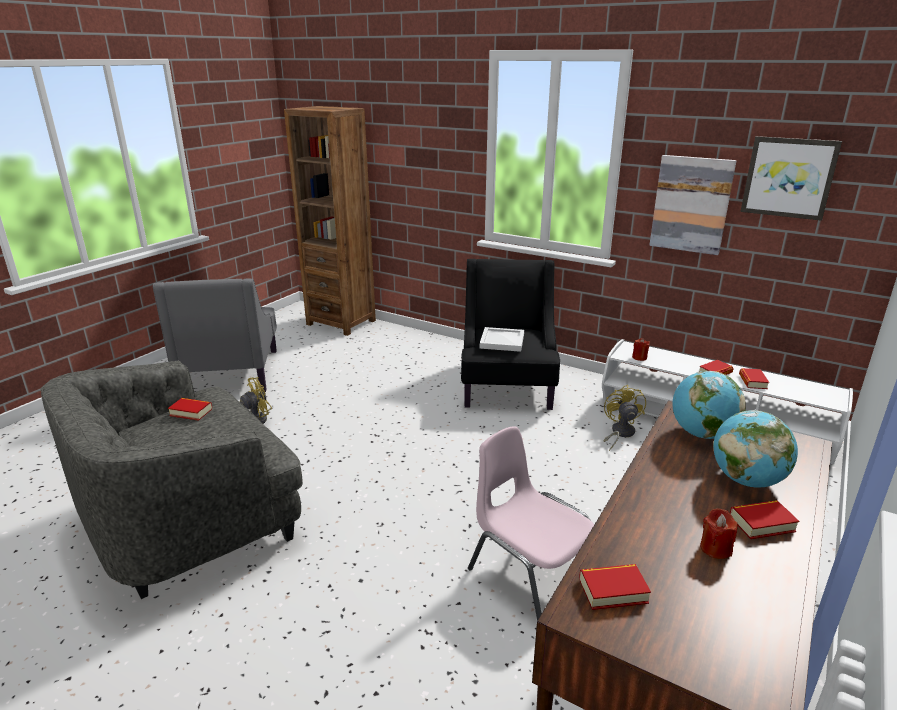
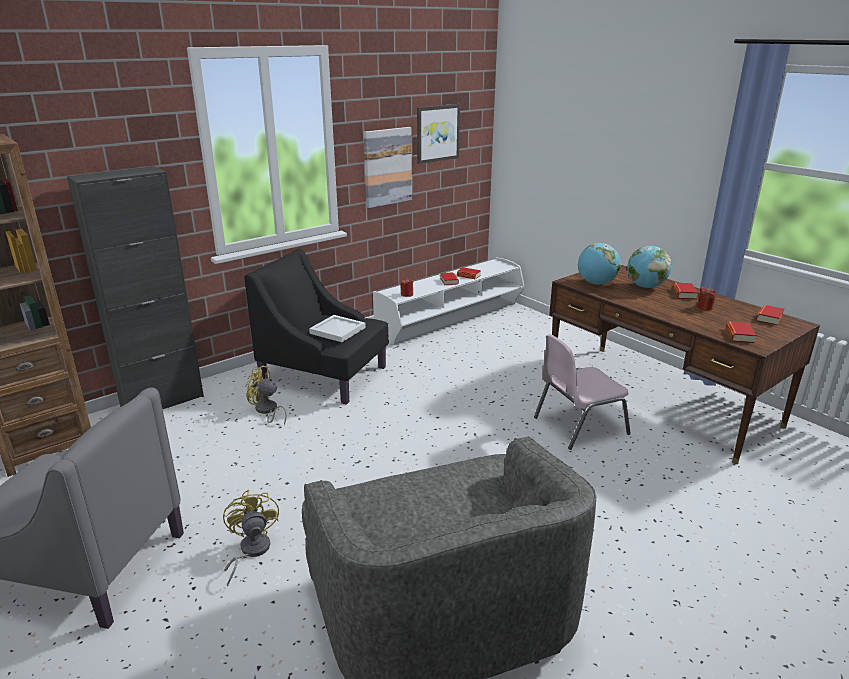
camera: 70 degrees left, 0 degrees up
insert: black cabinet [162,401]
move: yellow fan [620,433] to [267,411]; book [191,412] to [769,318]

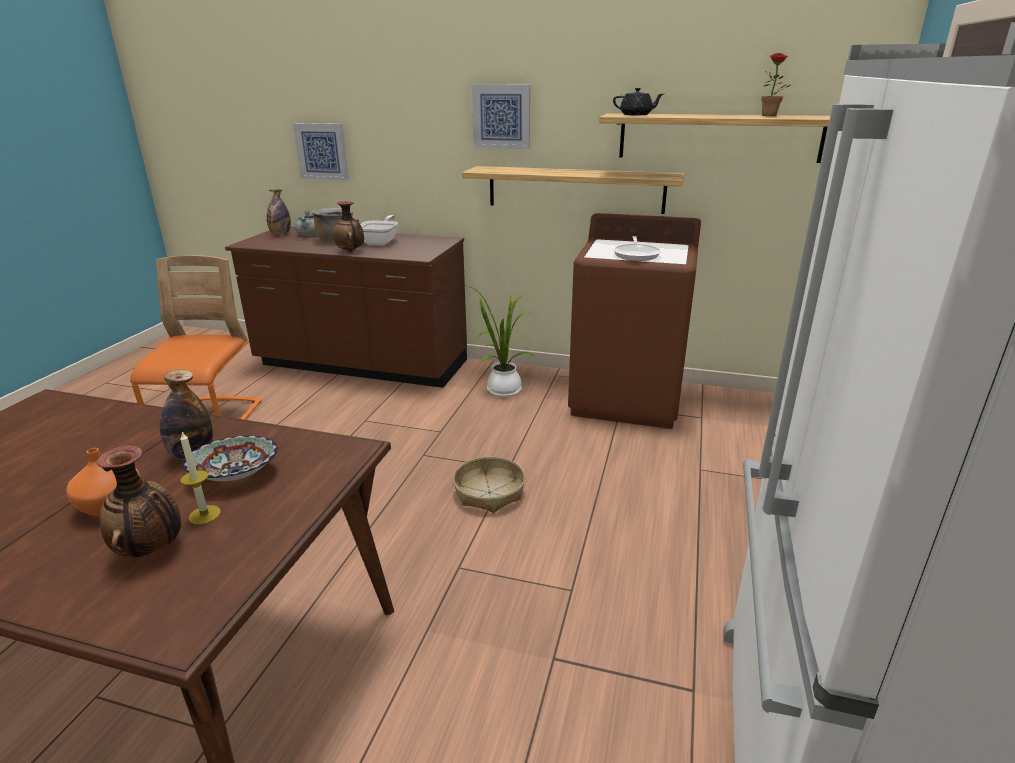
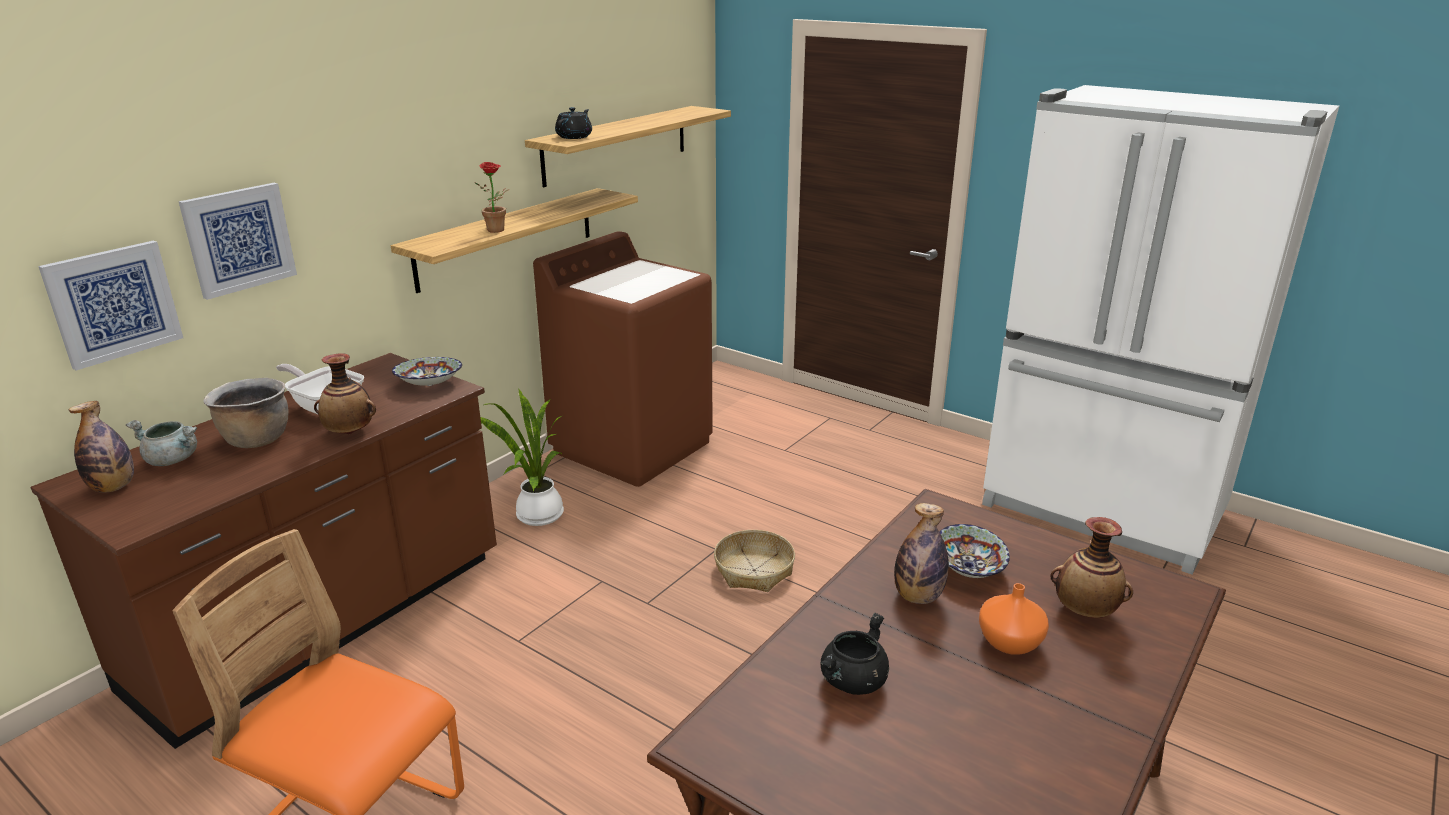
camera: 70 degrees left, 0 degrees up
delete: frying pan [636,254]; candle [204,515]
insert: bowl [429,385]; black cooking pot [853,682]
move: potted plant [770,116] to [499,230]; picture [501,116] to [239,239]

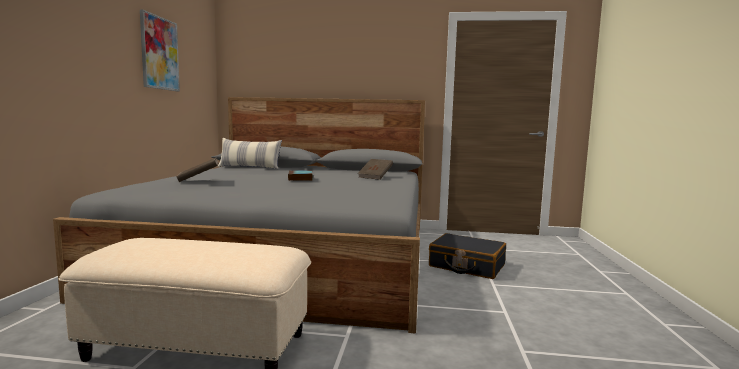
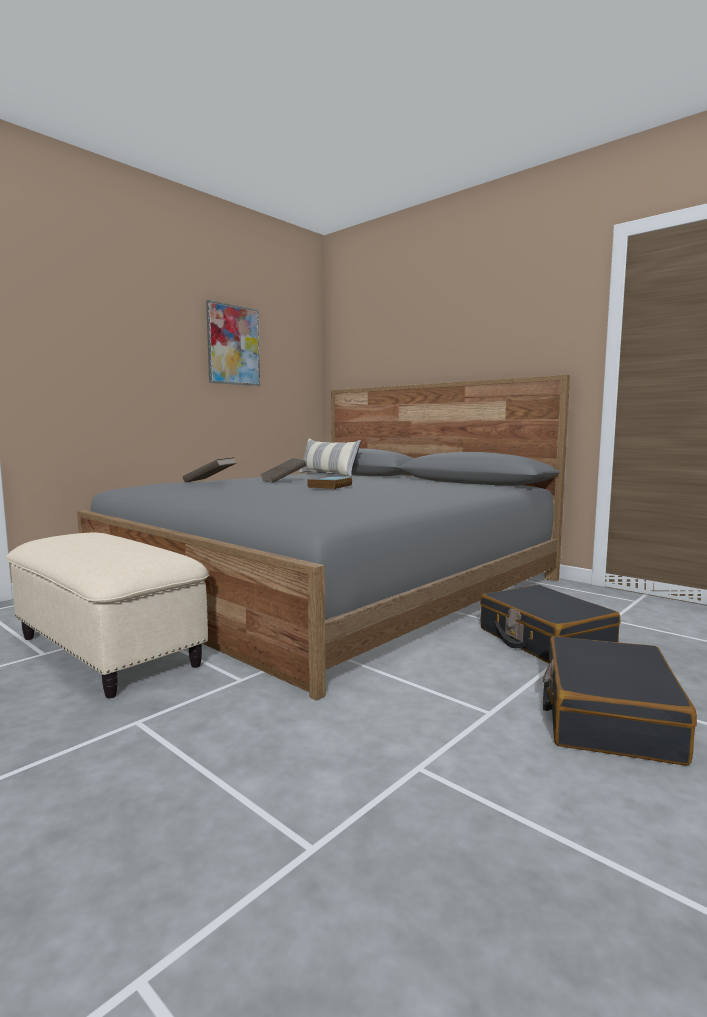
camera: 35 degrees right, 0 degrees up
insert: black suitcase [608,717]
move: brown book [375,177] to [283,481]

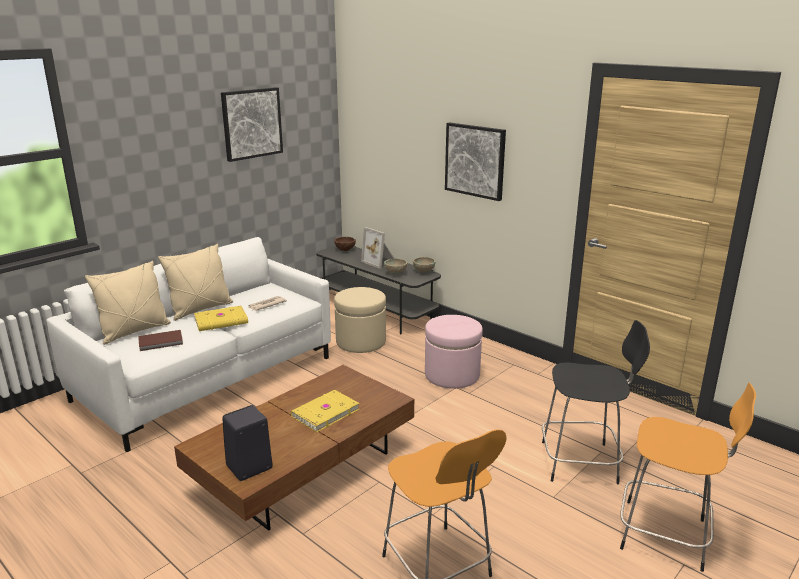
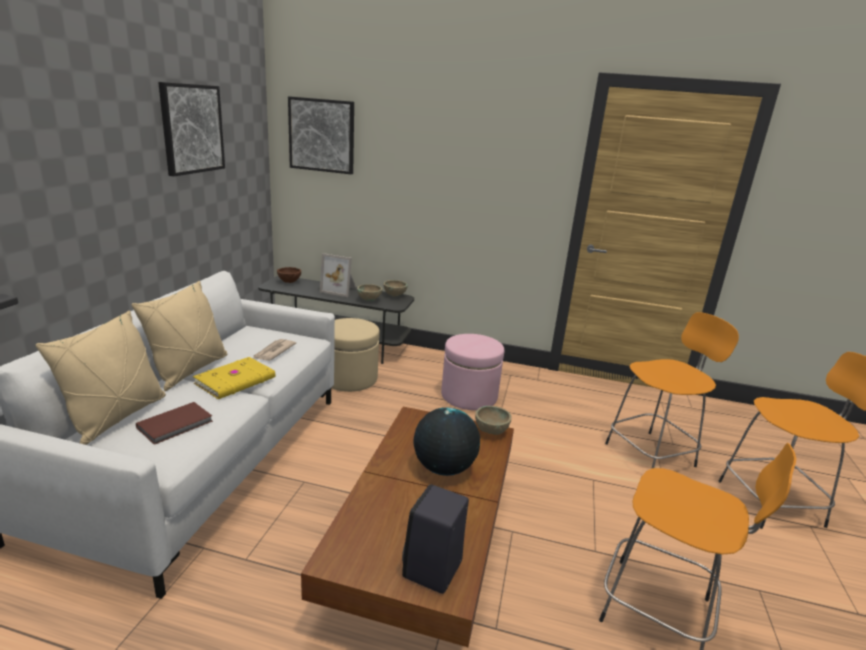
camera: 30 degrees left, 0 degrees up
insert: beige bowl [491,431]
move: picture [475,160] to [322,135]
replace: yellow book [324,412] to globe [443,468]
recolor: black stool [582,462] to orange stool [652,454]

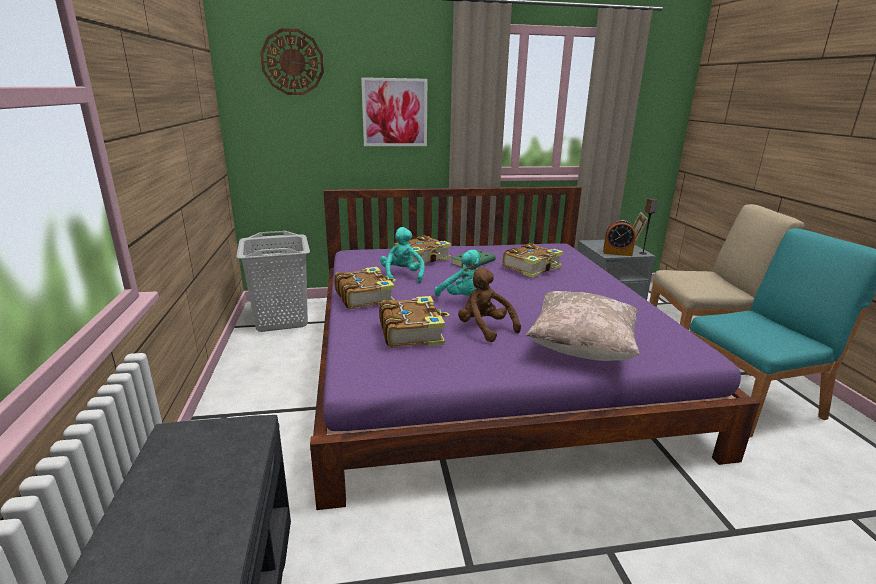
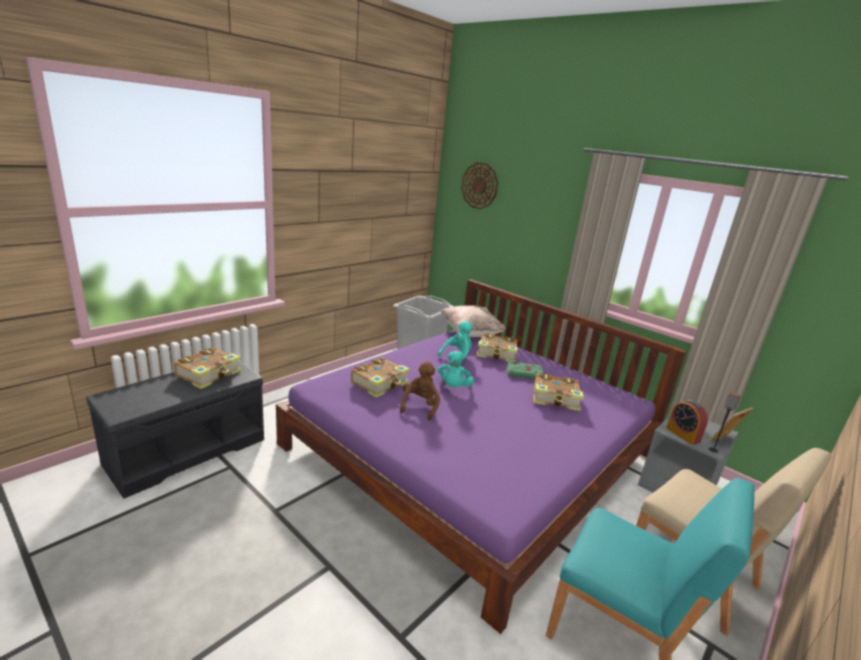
camera: 50 degrees right, 0 degrees up
delete: picture [394,112]
move: book [365,297] to [209,374]; beige pillow [581,348] to [470,333]

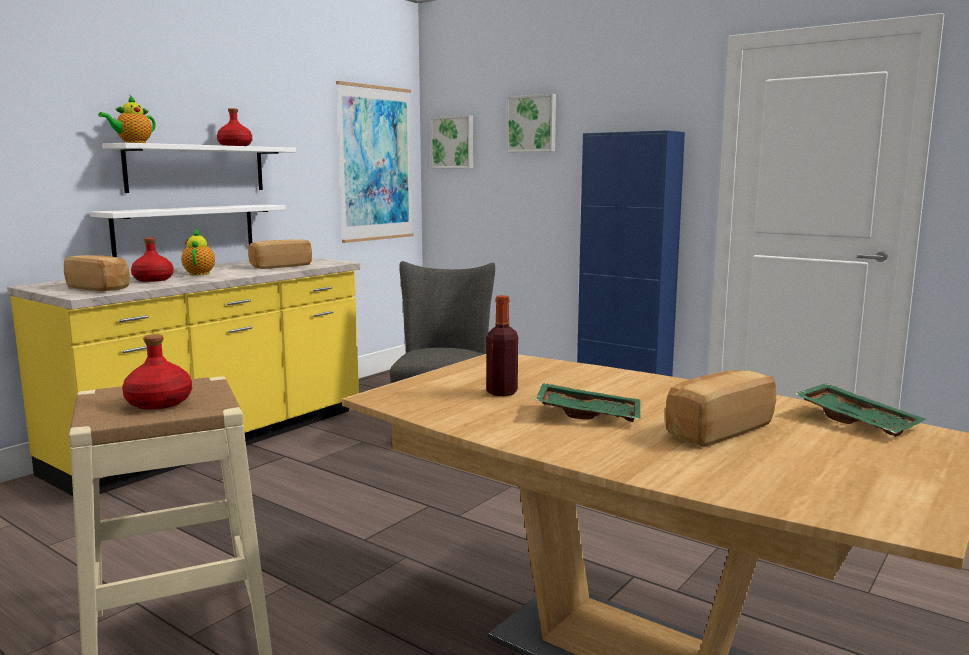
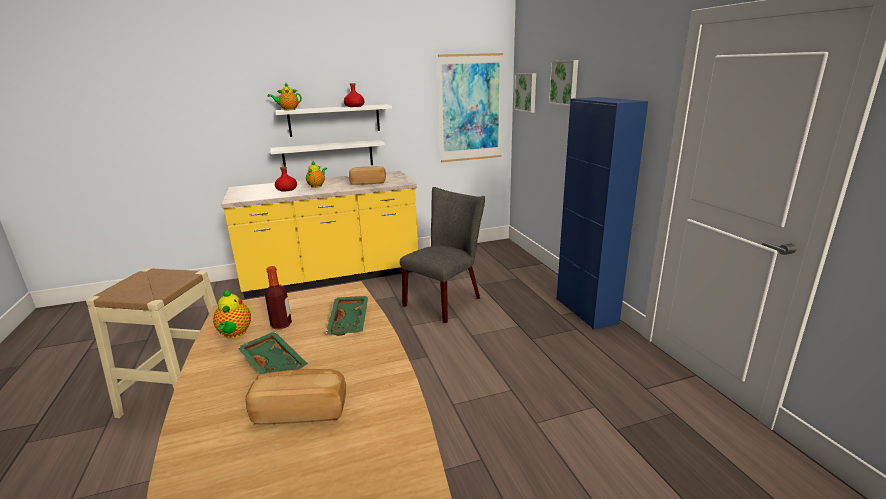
camera: 35 degrees right, 10 degrees up
delete: bread [99,288]; red bottle [158,403]
insert: teapot [234,334]
move: green tray [857,421] to [350,321]

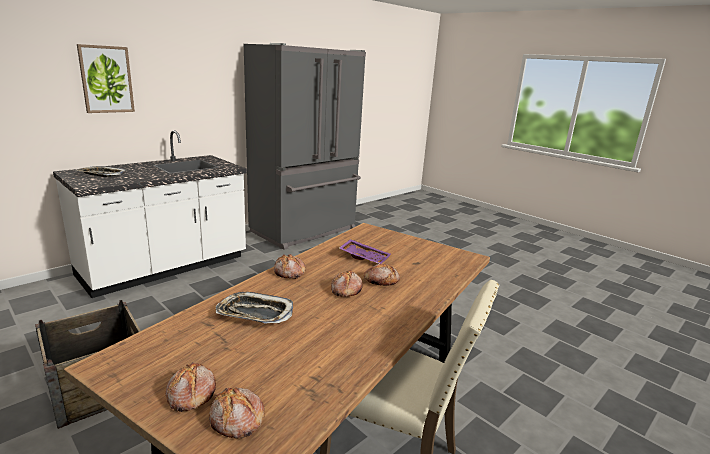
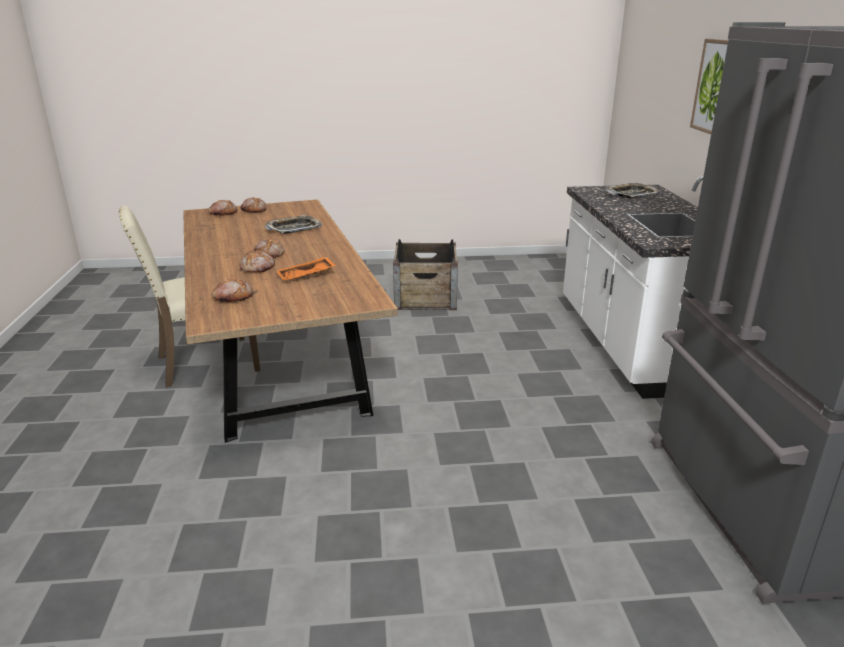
camera: 130 degrees right, 5 degrees up
move: bread [289,273] to [232,297]
recolor: purple tray [364,257] to orange tray [306,276]

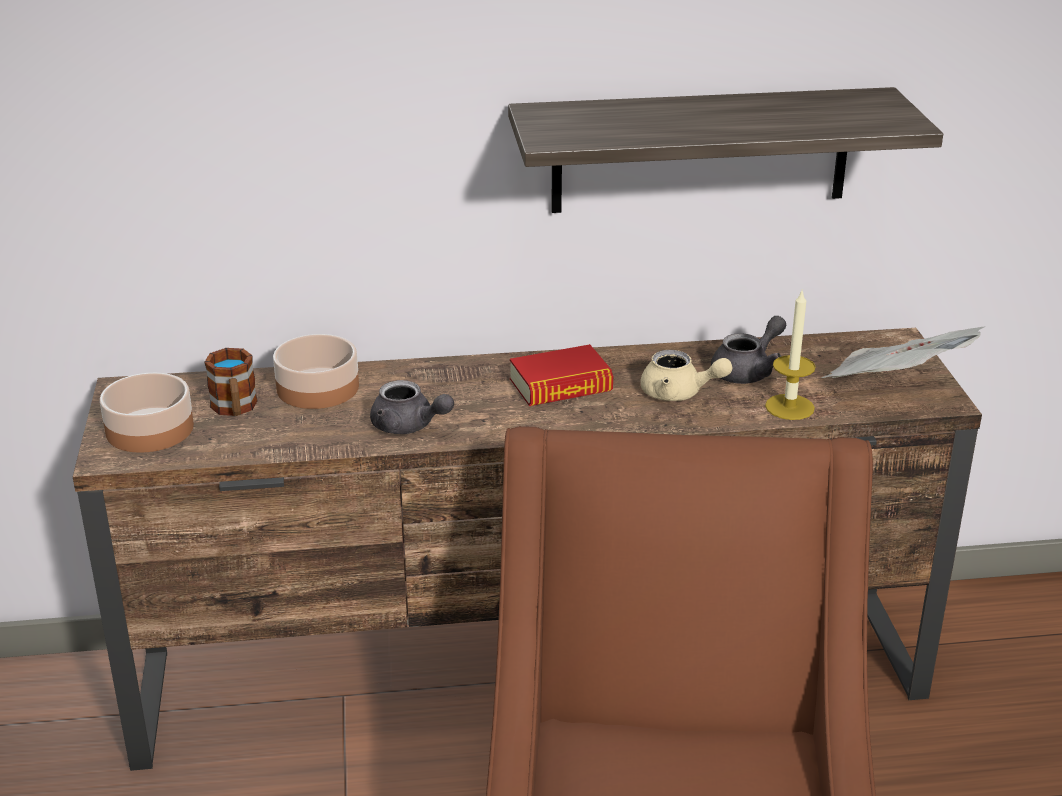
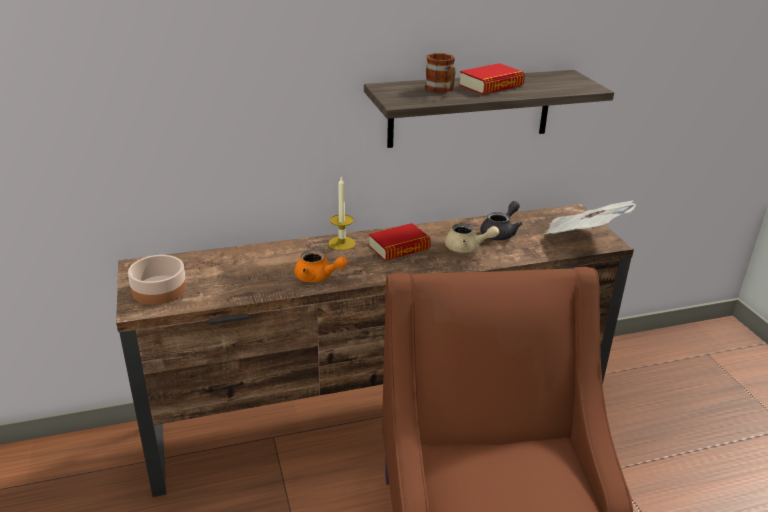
camera: 10 degrees left, 0 degrees up
delete: bowl [318,387]
insert: book [491,86]
move: candle [789,407] to [342,243]; mug [235,409] to [441,90]
recolor: grey teapot [409,426] to orange teapot [318,277]

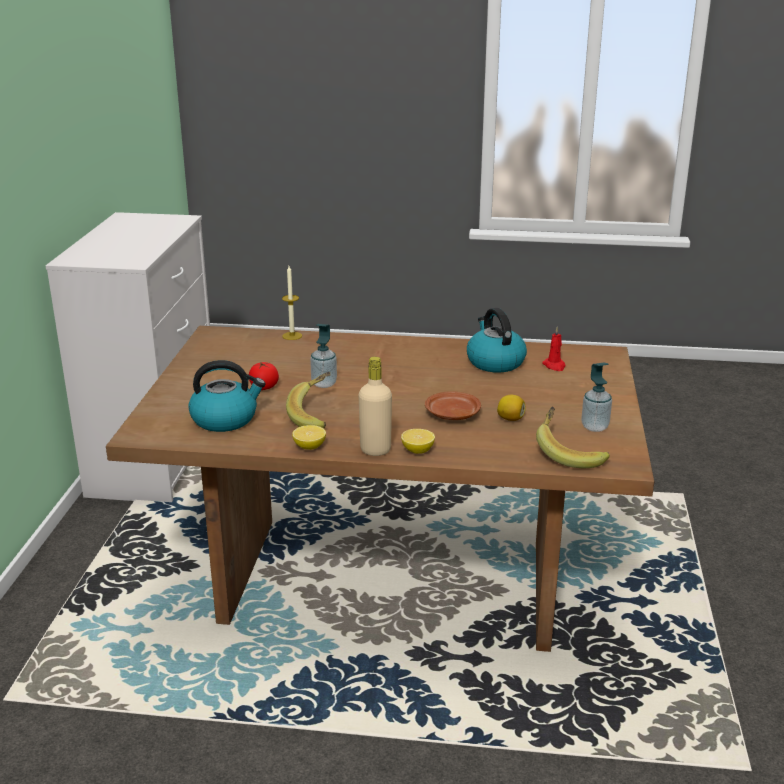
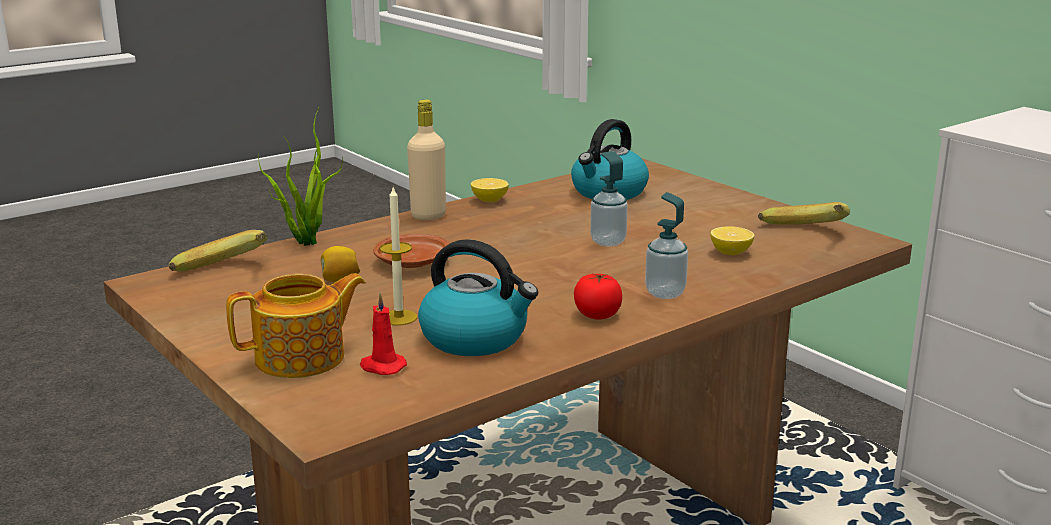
camera: 135 degrees right, 5 degrees down
insert: potted plant [305,241]; teapot [302,358]
move: candle [292,336] to [399,317]; tomato [264,387] to [597,315]; soap dispenser [594,427] to [665,293]; banana [317,416] to [804,234]; lemon [417,450] to [730,253]

